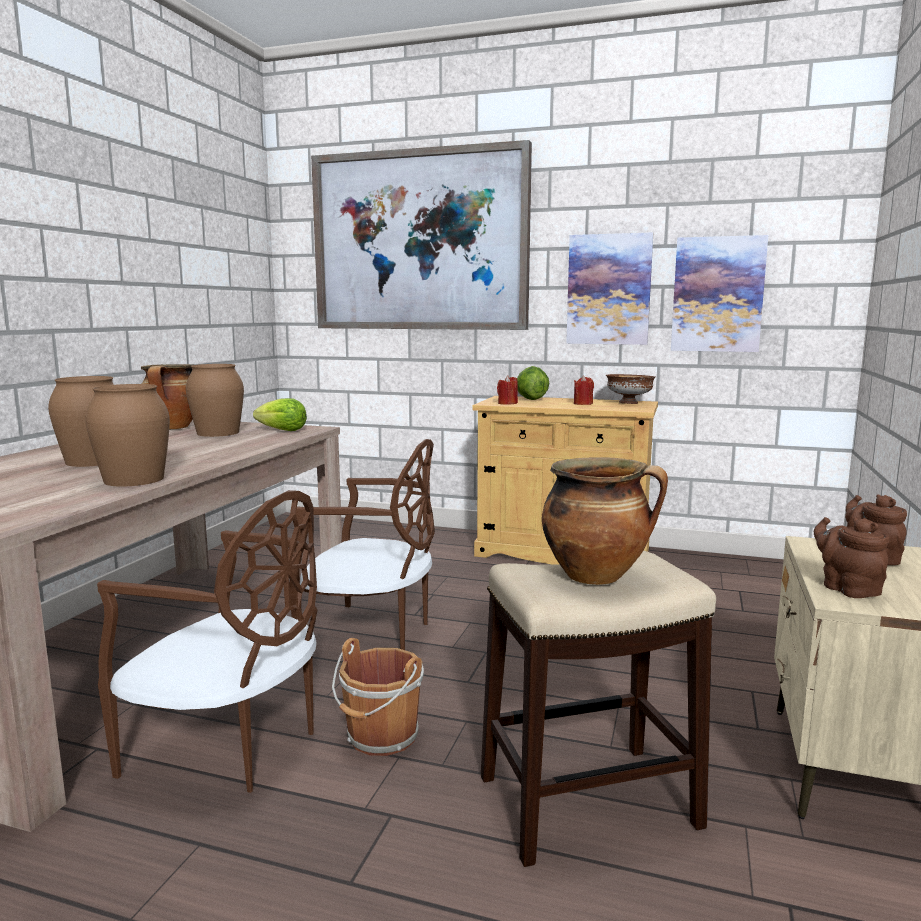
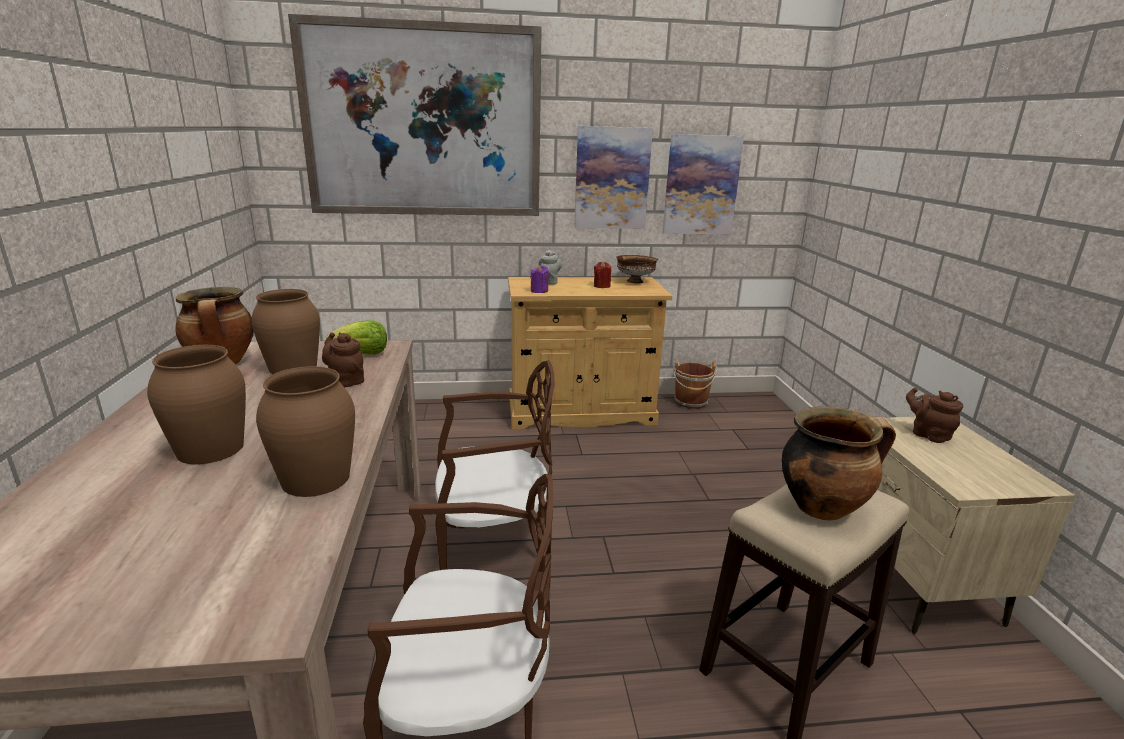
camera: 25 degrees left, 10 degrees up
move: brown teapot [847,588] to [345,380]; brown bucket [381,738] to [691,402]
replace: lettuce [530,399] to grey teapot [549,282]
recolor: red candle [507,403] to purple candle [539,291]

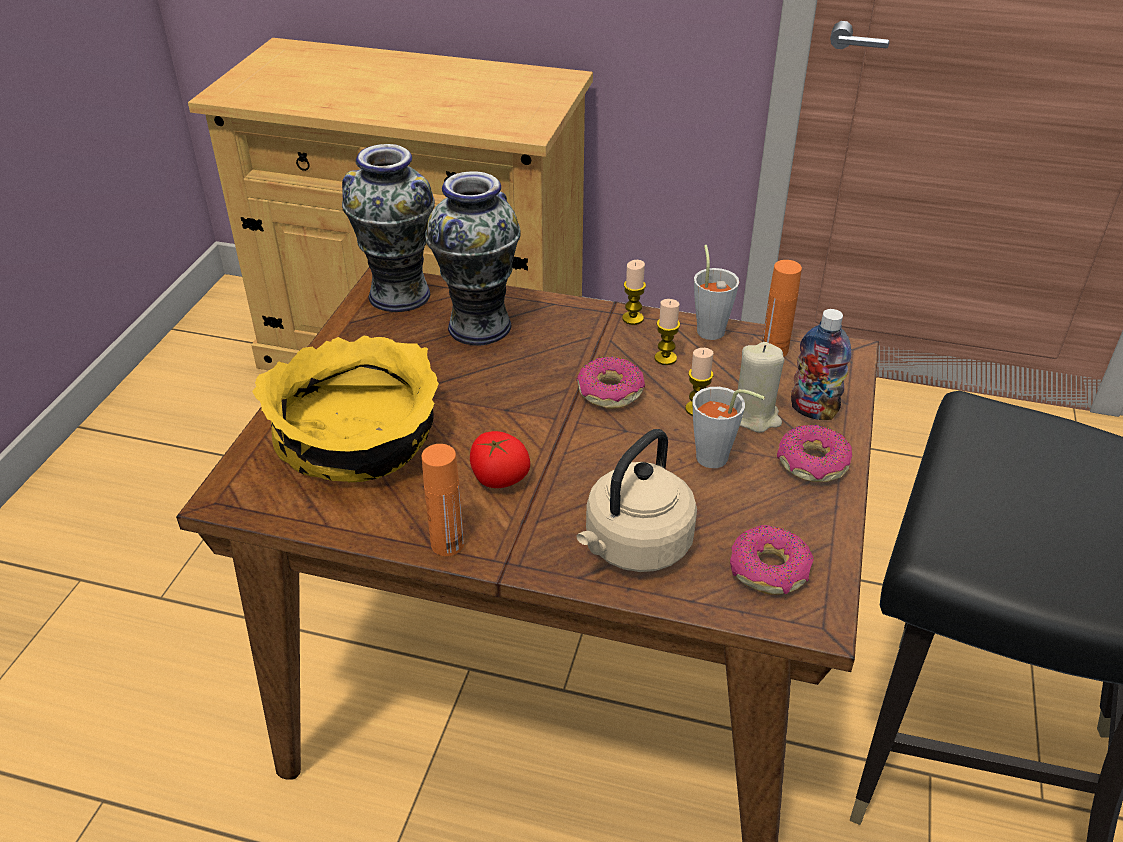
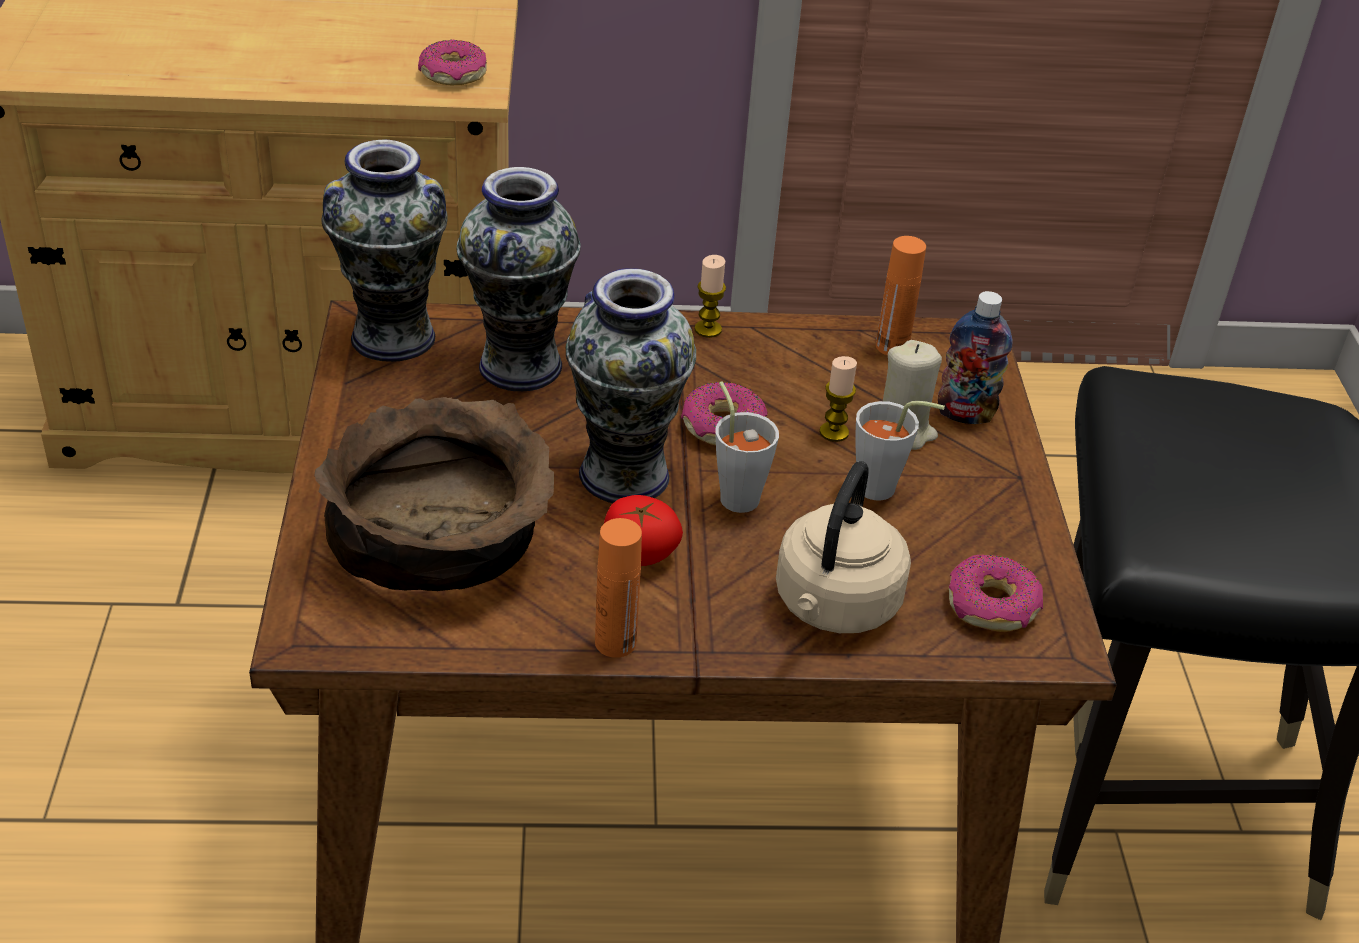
camera: 20 degrees left, 0 degrees up
delete: candle [665,358]
insert: vase [623,475]
move: grey cup [710,328] to [736,493]; donut [812,463] to [453,74]
recolor: yellow bowl [359,442] to brown bowl [442,538]

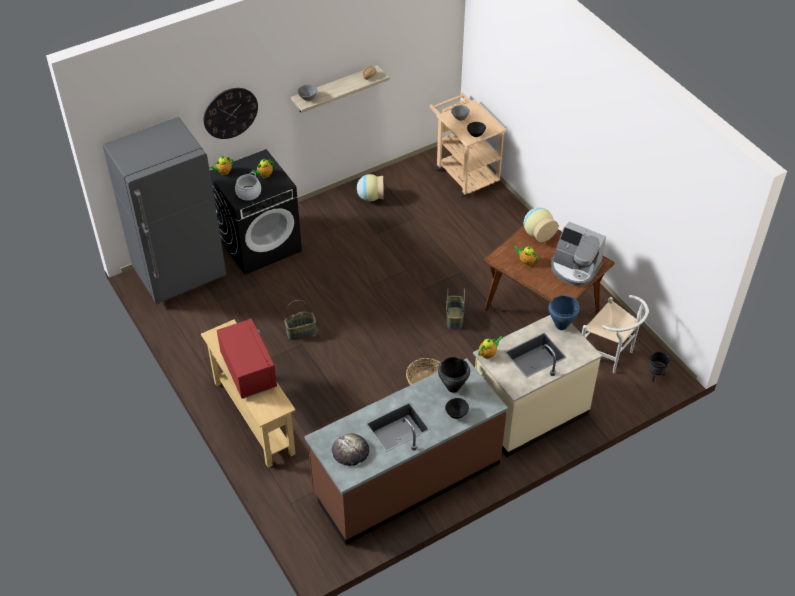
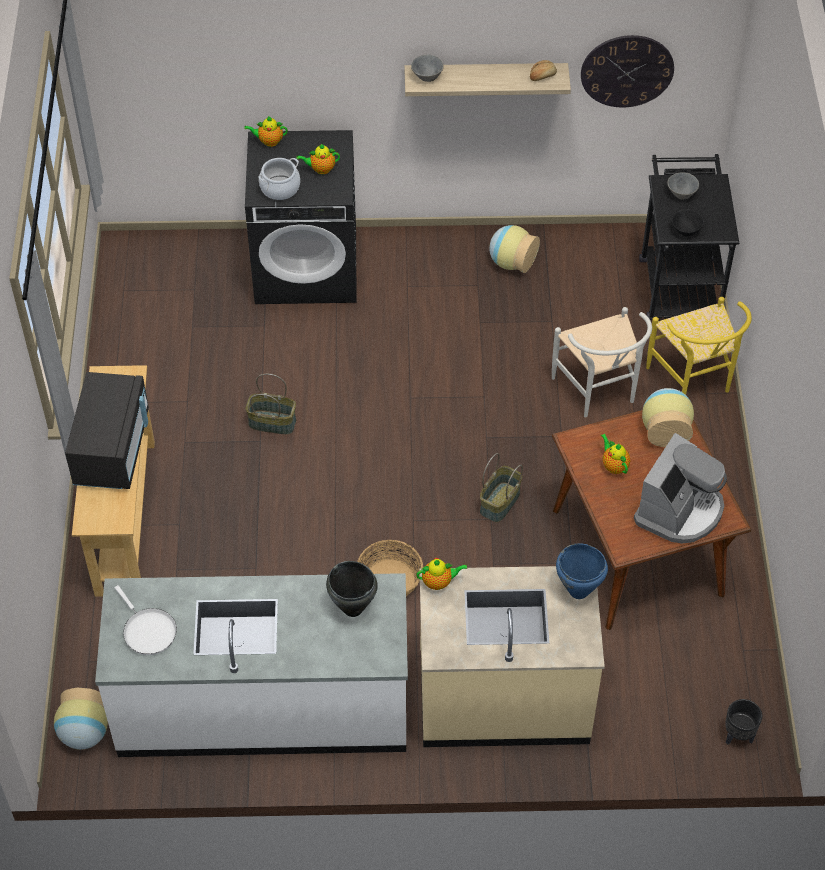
camera: 30 degrees right, 5 degrees up
delete: grey fridge [180,275]; black bowl [456,413]
insert: yellow chair [694,382]; vase [84,733]
move: wall clock [230,113] to [627,71]; white chair [610,355] to [599,392]
replace: bread [350,451] to white frying pan [148,631]
recolor: beige cart [464,172] to black cart [678,281]; red microwave [248,370] to black microwave [112,449]; brown counter [406,478] to white counter [263,705]
rotate: coffee machine [574,268] = [679,510] 120 degrees counterclockwise

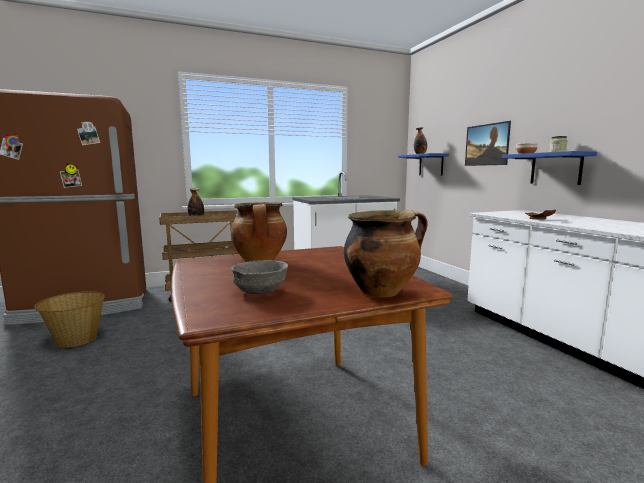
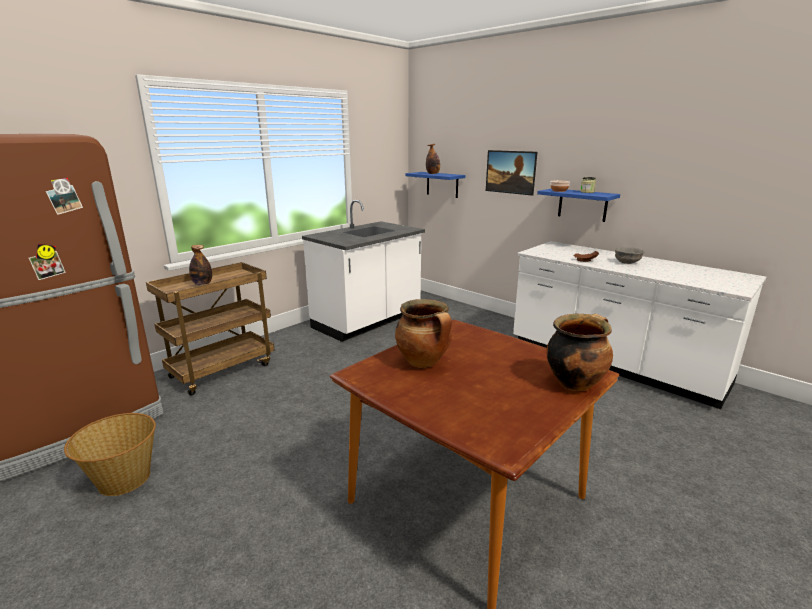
camera: 25 degrees left, 10 degrees up
move: grey bowl [260,291] to [627,262]

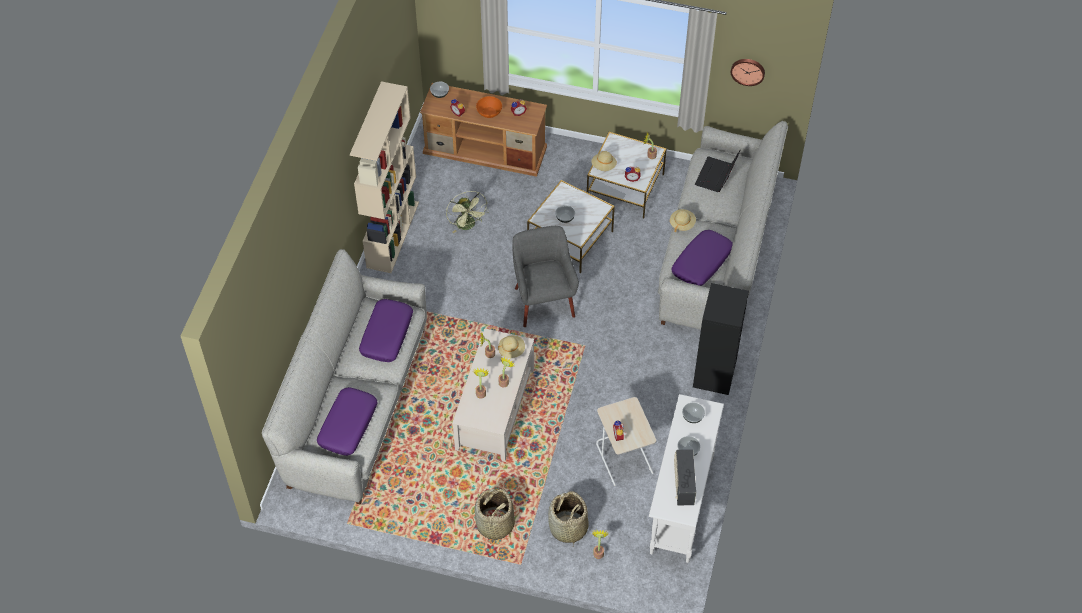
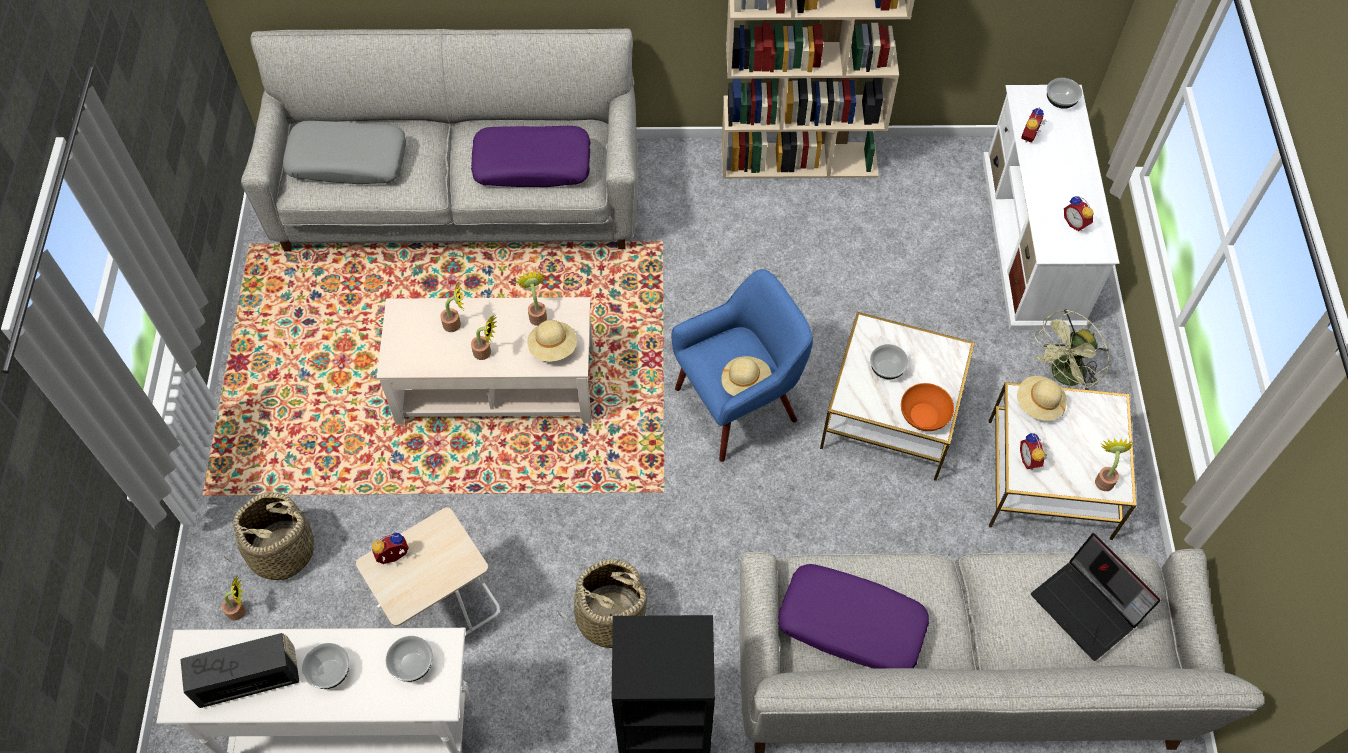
camera: 75 degrees right, 5 degrees up
delete: wall clock [748,71]
move: orange bowl [489,112] to [923,415]; green fan [468,226] to [1063,376]; beige hat [682,224] to [745,383]; basket [494,524] to [610,616]
recolor: brown tv stand [486,149] to white tv stand [1033,241]; grey armchair [543,301] to blue armchair [738,405]; purple pillow [347,425] to grey pillow [348,160]
rotate: laptop [716,176] = [1088,608] 135 degrees counterclockwise

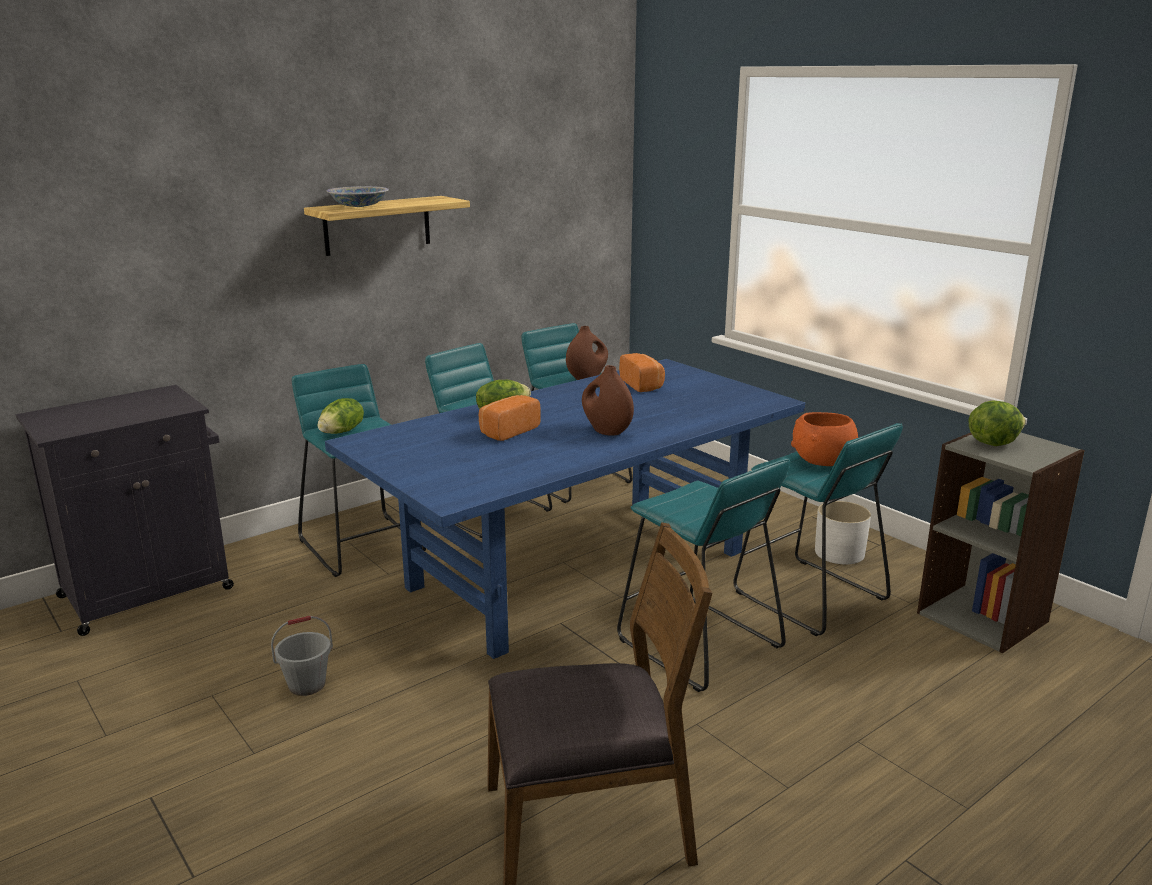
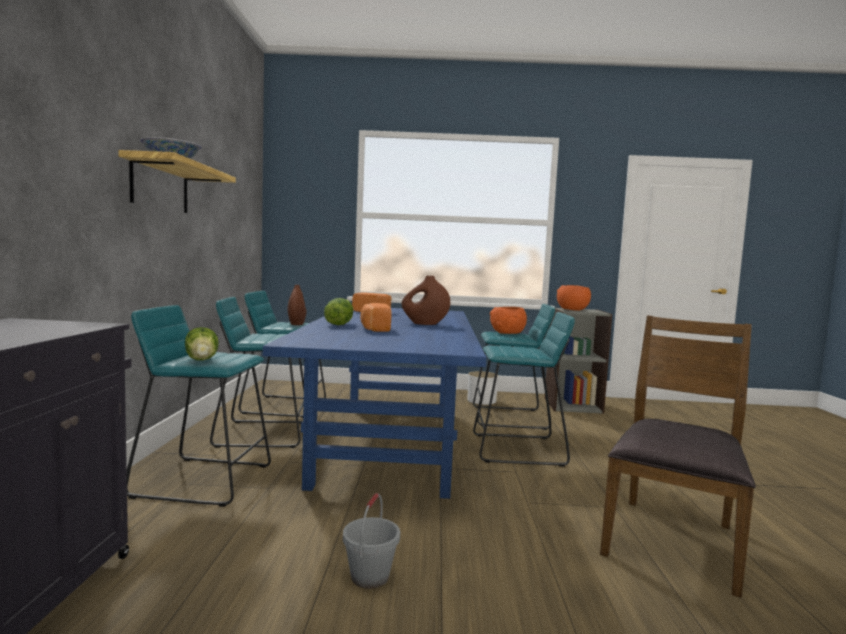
camera: 50 degrees left, 15 degrees down
replace: lettuce [992,443] to orange bowl [572,310]

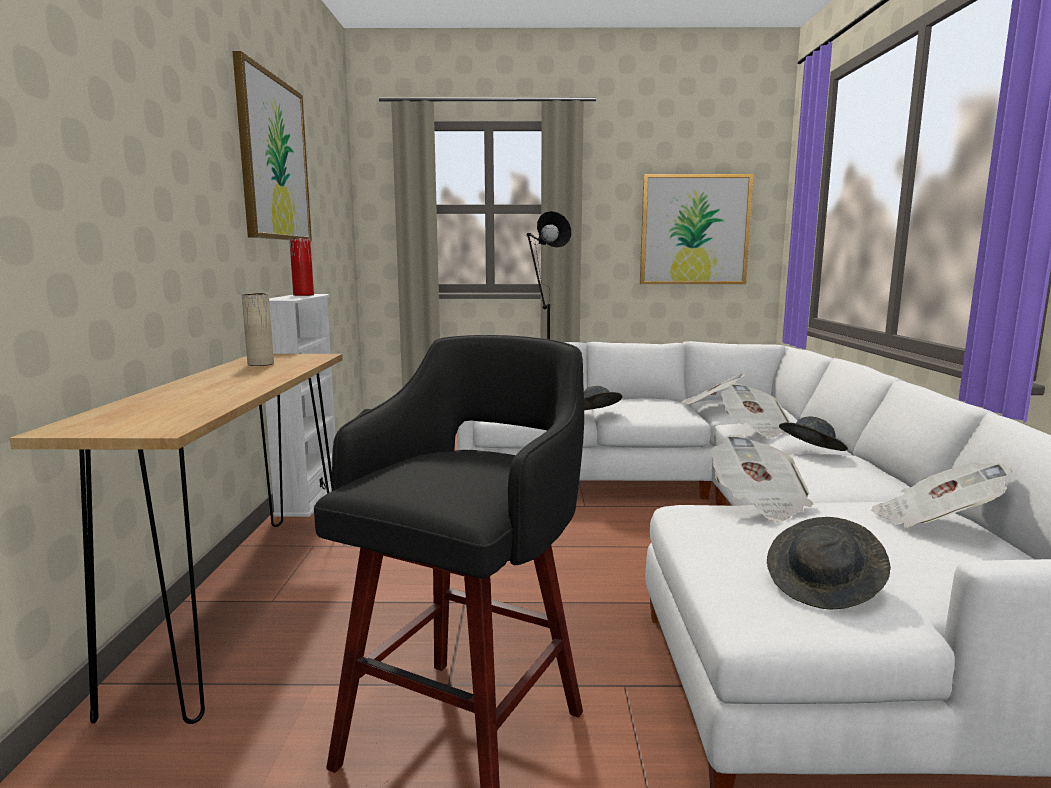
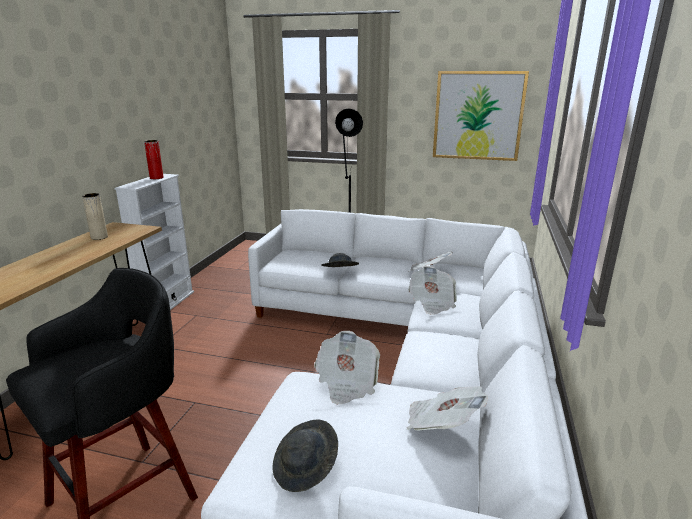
camera: 15 degrees right, 10 degrees up
delete: picture [273,159]; grey hat [810,452]

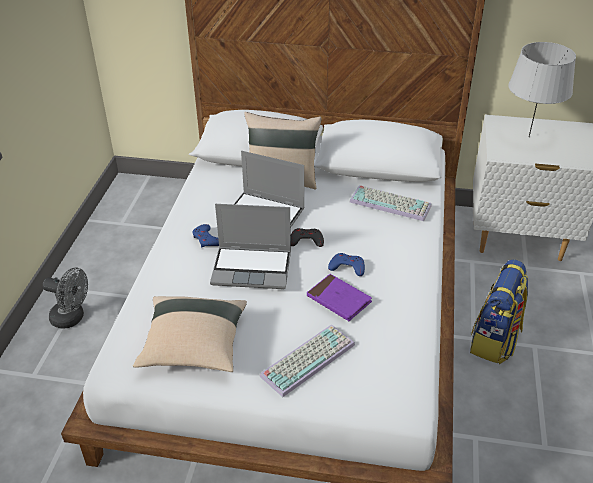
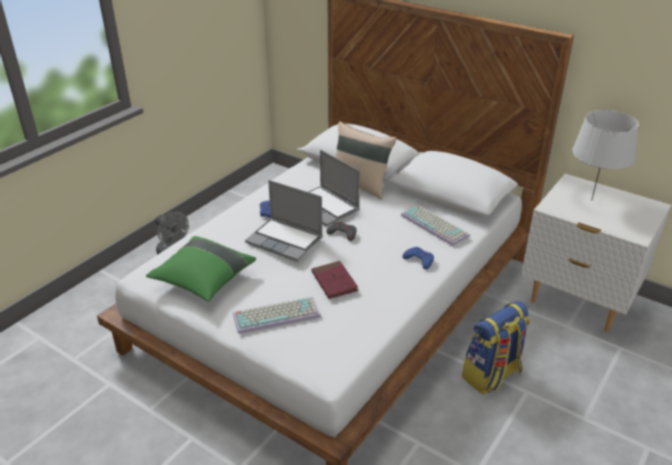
camera: 25 degrees right, 5 degrees down
move: blue game controller [347,267] to [419,260]
recolor: purple book [339,299] to red book [334,282]; beige pillow [193,346] to green pillow [203,280]

